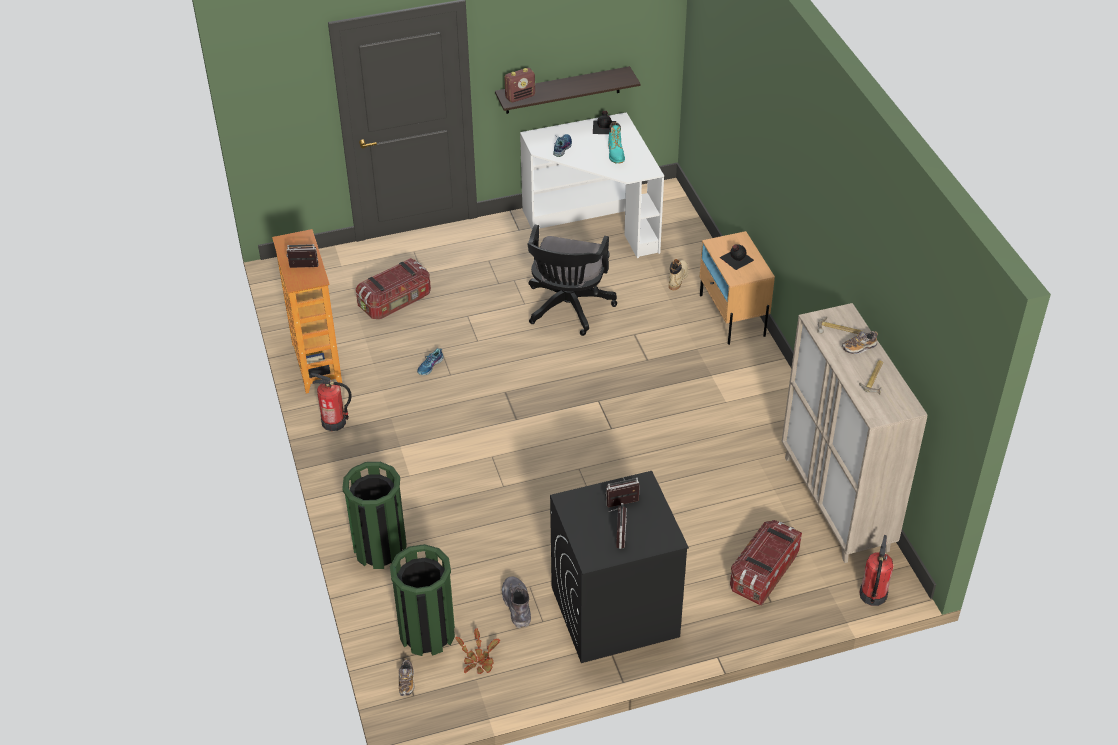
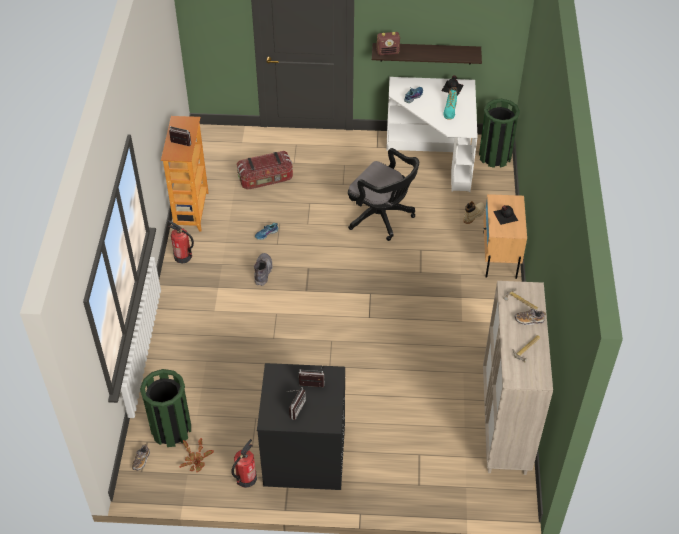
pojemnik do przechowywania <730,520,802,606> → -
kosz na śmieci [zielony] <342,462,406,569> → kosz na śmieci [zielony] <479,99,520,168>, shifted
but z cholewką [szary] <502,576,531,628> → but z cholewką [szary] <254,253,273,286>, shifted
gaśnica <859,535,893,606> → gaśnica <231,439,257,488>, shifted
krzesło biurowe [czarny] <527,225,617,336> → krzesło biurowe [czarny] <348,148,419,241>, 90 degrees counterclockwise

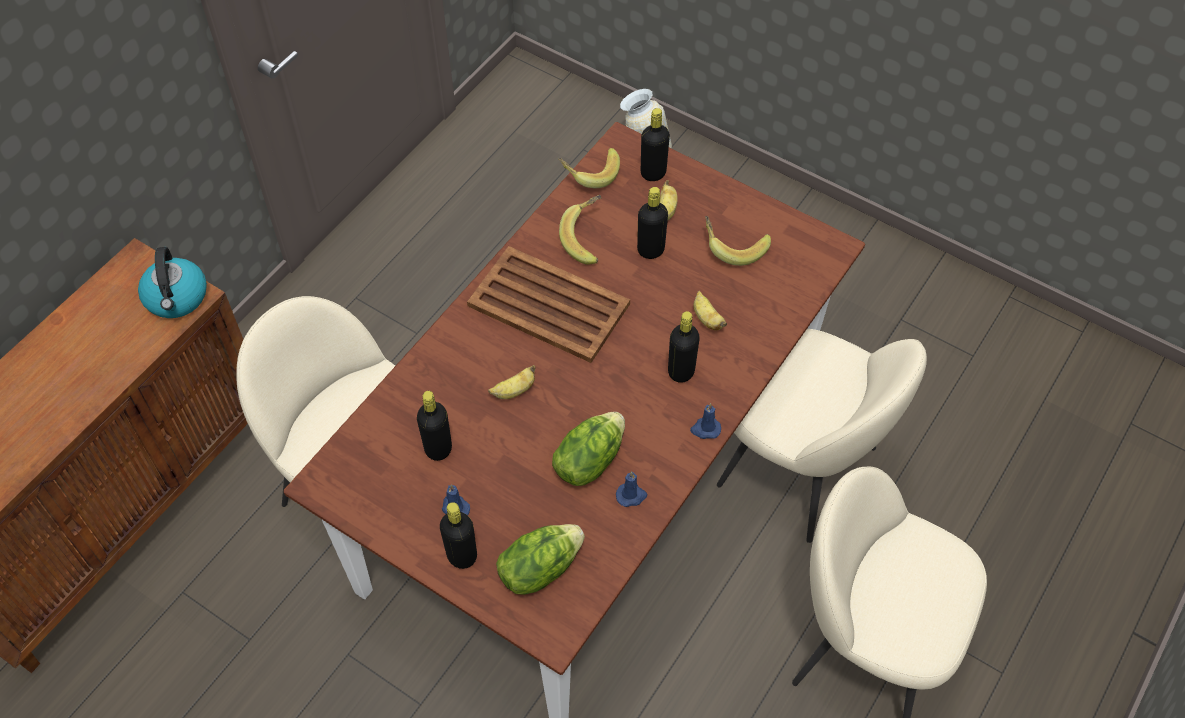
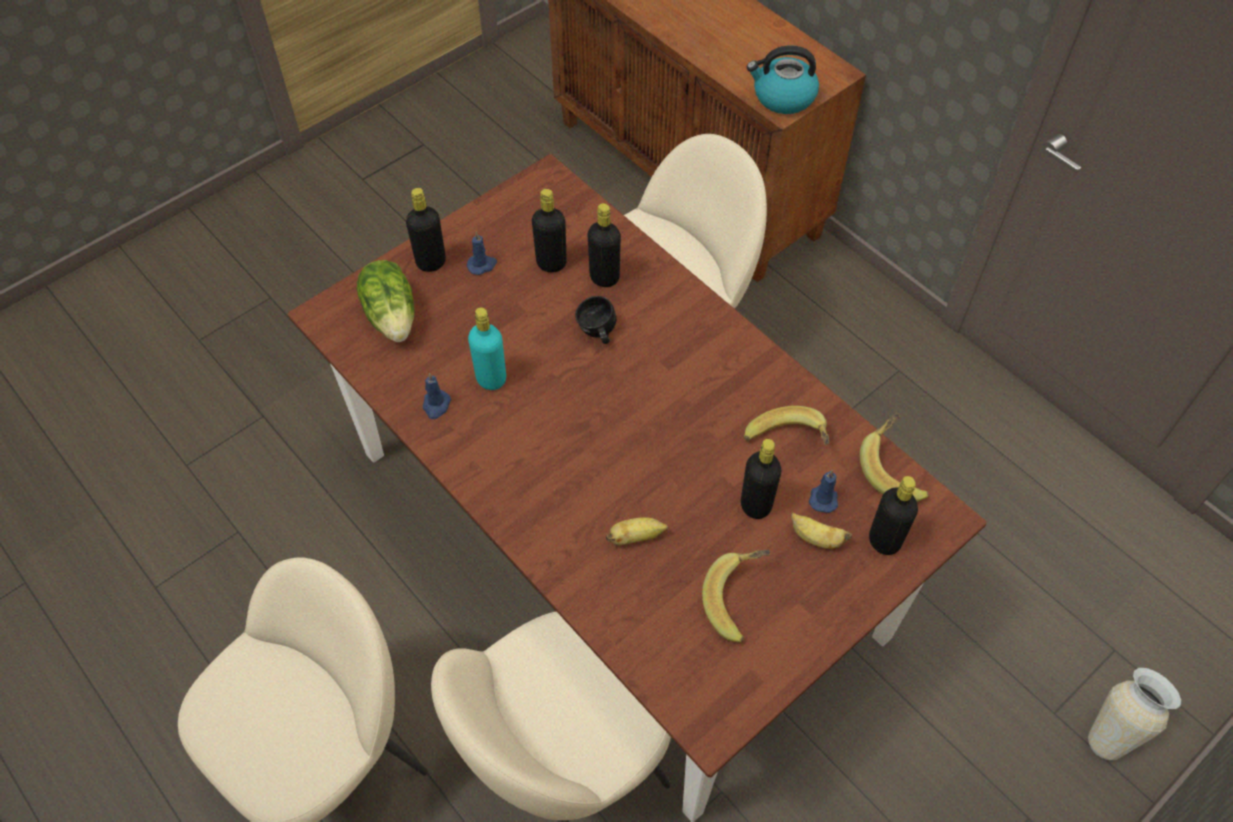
taca [brązowy] <467,246,630,363> → -
butelka [czarny] <668,311,700,383> → butelka [czarny] <588,203,621,287>, shifted
świeca [niebieski] <690,403,721,439> → świeca [niebieski] <809,470,838,513>, shifted
banan <488,365,536,399> → kubek [czarny] <575,296,617,344>
sałata <552,412,625,486> → butelka [turkusowy] <468,307,506,390>

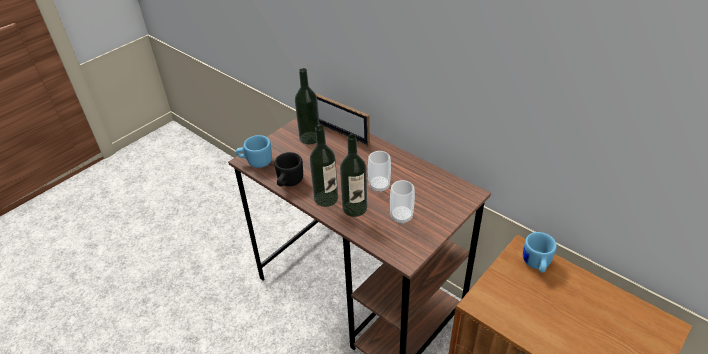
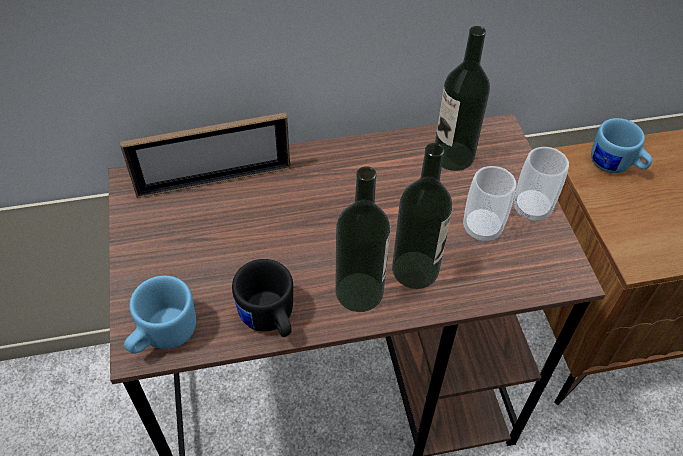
butelka <295,68,320,144> → butelka <435,26,490,171>, shifted
filiżanka <368,151,391,193> → filiżanka <513,147,569,223>, shifted

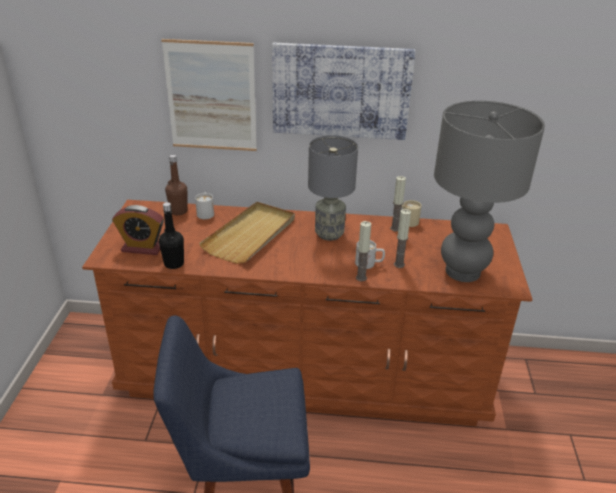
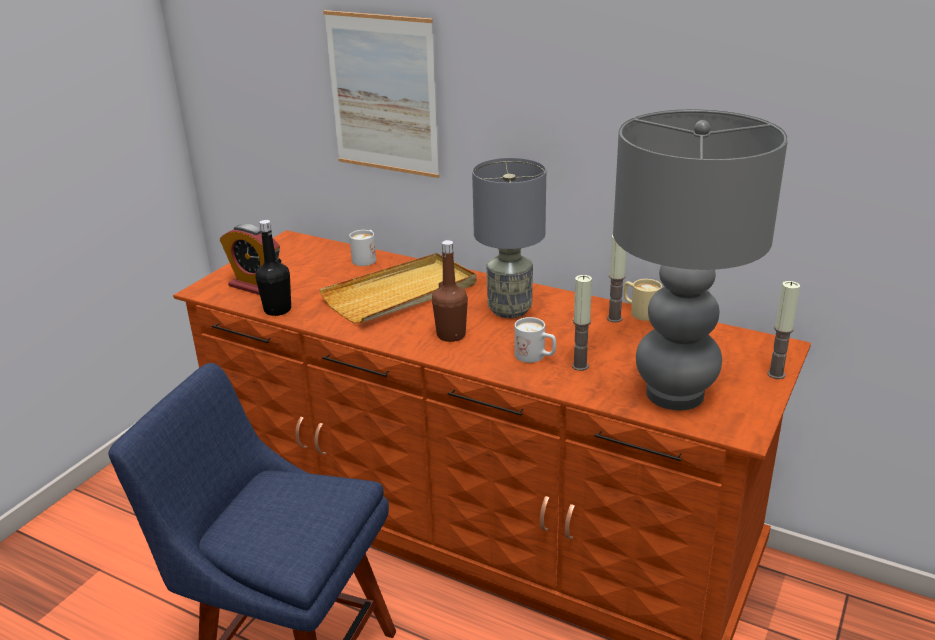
obraz <272,42,415,140> → -
butelka [brązowy] <165,155,188,215> → butelka [brązowy] <432,240,468,342>, shifted
świeca <356,221,371,281> → świeca <767,281,800,379>, shifted

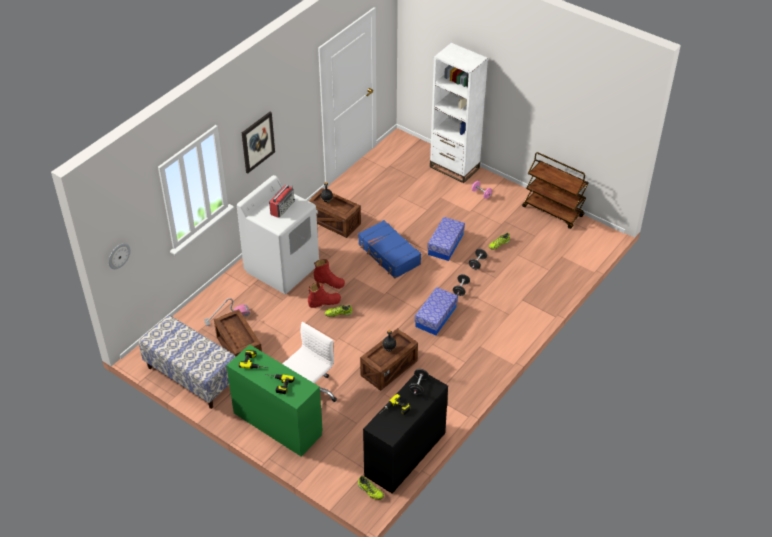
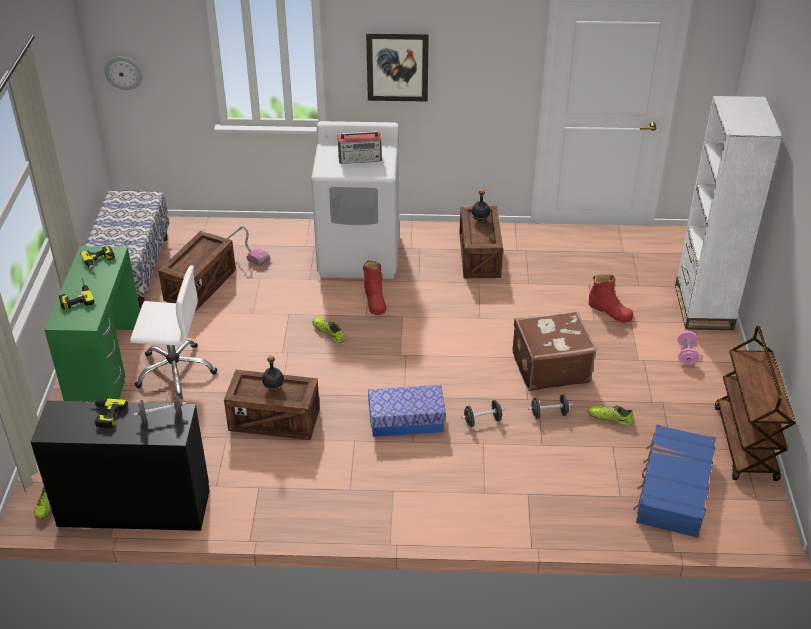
but z cholewką [czerwony] <308,282,341,308> → but z cholewką [czerwony] <589,275,633,323>, shifted
walizka [niebieski] <358,220,421,278> → walizka [niebieski] <633,425,716,538>, shifted
pojemnik do przechowywania <427,217,465,261> → walizka [brązowy] <513,310,597,391>

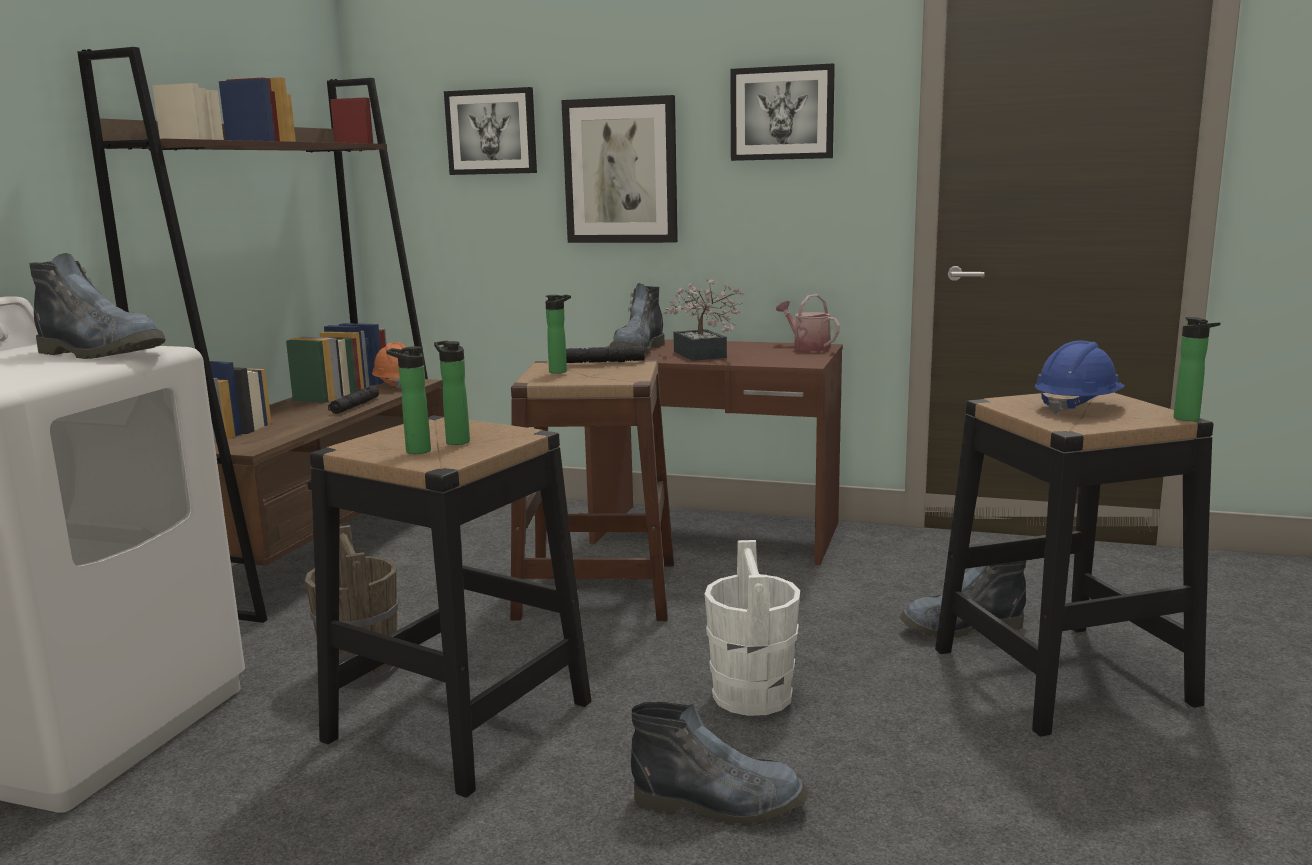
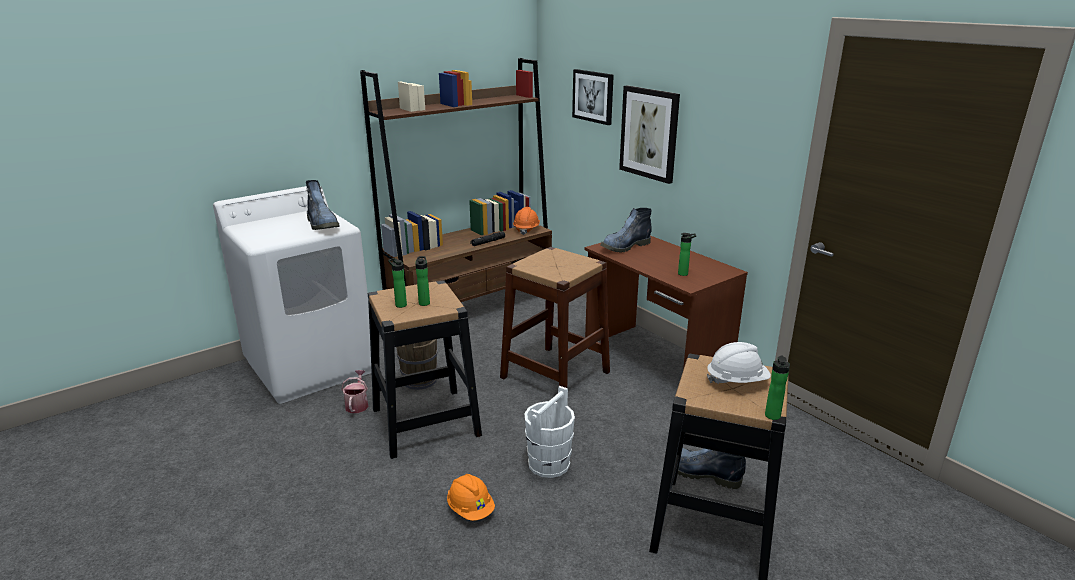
latarka [czarny] <566,346,644,363> → -
roślina doniczkowa <664,279,744,361> → -
obraz <730,63,835,161> → -
butelka <545,295,571,373> → butelka <678,233,696,276>, shifted
konewka <776,294,840,351> → konewka <341,370,369,413>, shifted
but z cholewką <631,702,808,826> → kask [pomarańczowy] <447,474,495,521>
kask [niebieski] <1035,340,1125,415> → kask [biały] <707,342,771,384>

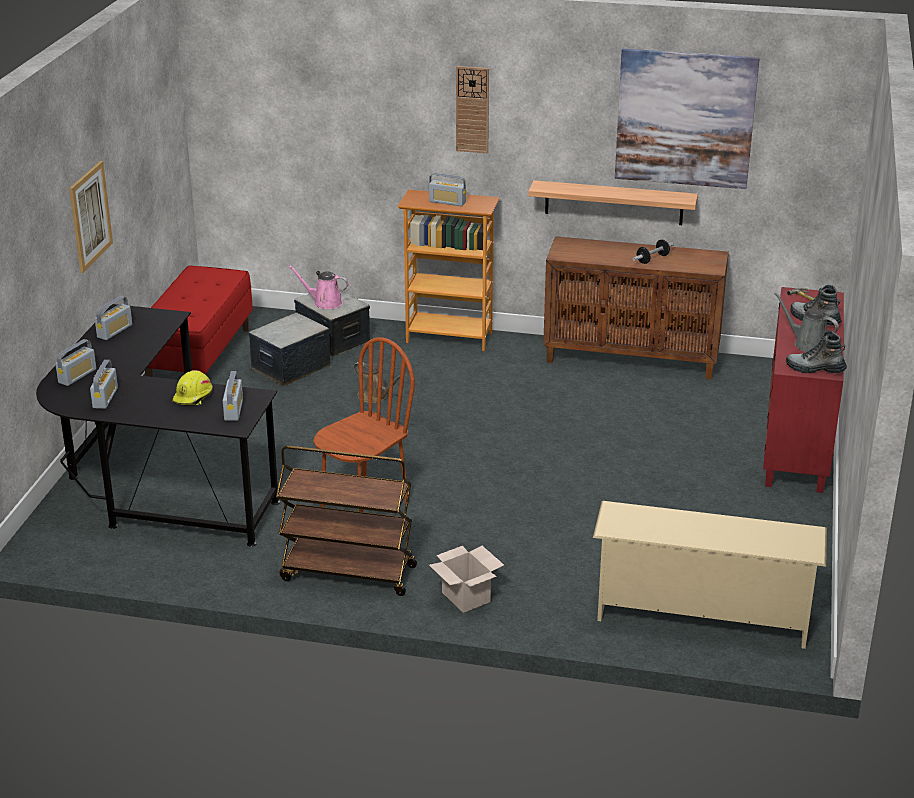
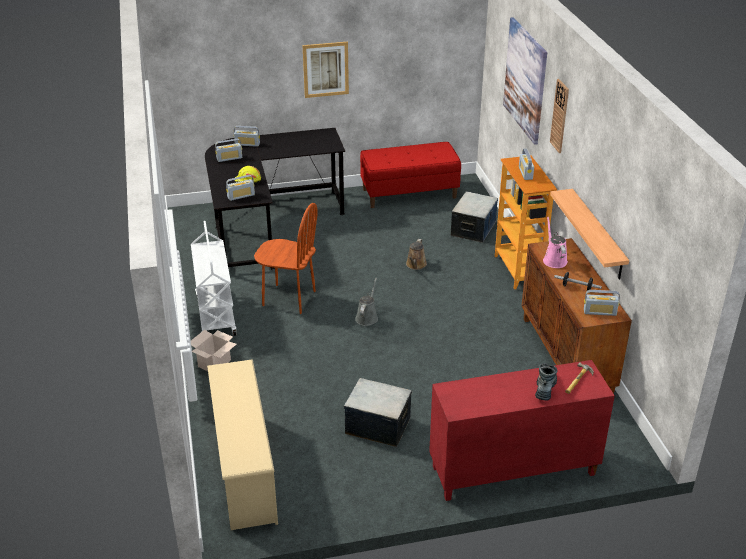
but z cholewką <786,331,847,373> → -
radio <95,296,132,340> → radio <584,290,620,316>, shifted
pojemnik do przechowywania <248,312,330,386> → pojemnik do przechowywania <344,378,412,447>, shifted
konewka [różowy] <288,265,349,309> → konewka [różowy] <543,217,568,268>, shifted
obraz <615,49,760,189> → obraz <503,17,547,145>, shifted
konewka [szary] <774,292,839,352> → konewka [szary] <355,278,378,326>, shifted
wózek [brązowy] <276,445,417,596> → wózek [biały] <191,221,237,336>

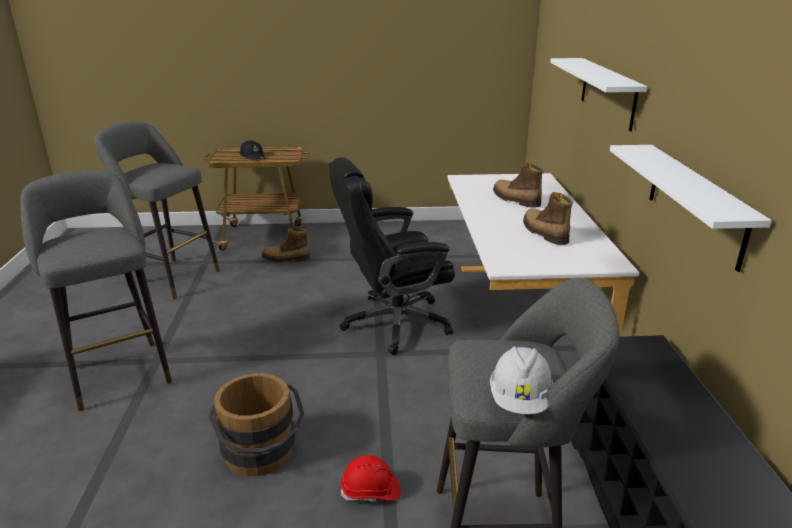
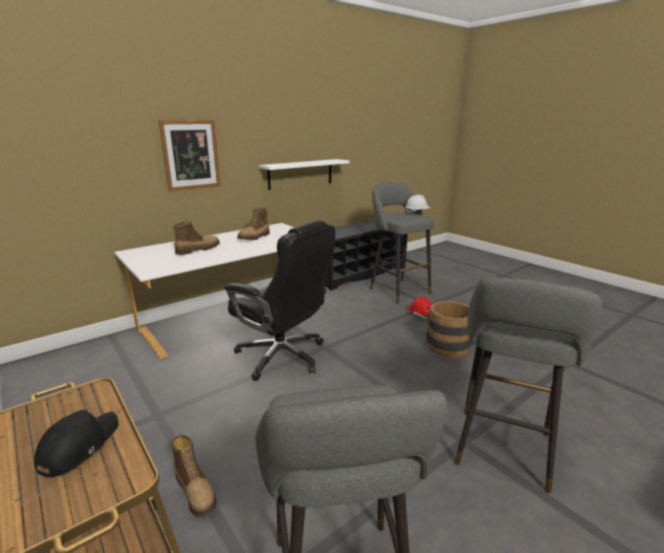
półka [biały] <550,58,647,131> → obraz <159,120,221,191>
but z cholewką <493,162,543,208> → but z cholewką <173,220,220,255>, 150 degrees counterclockwise

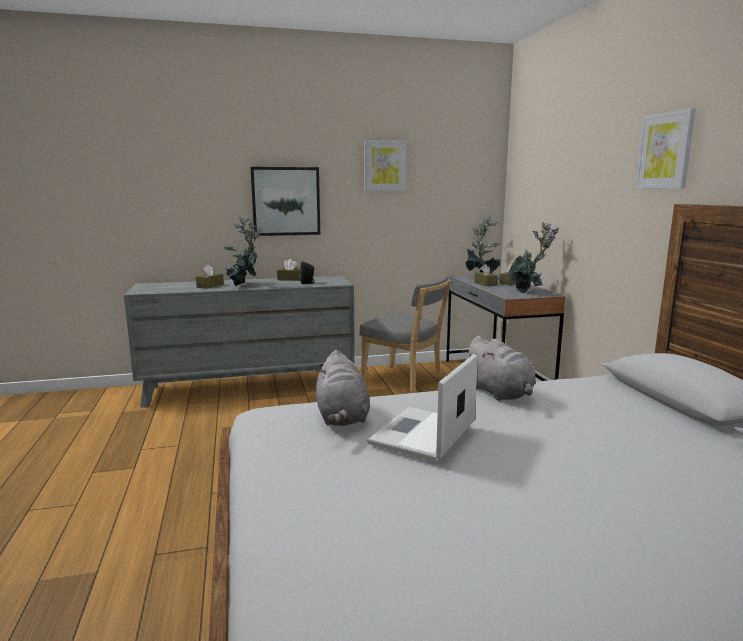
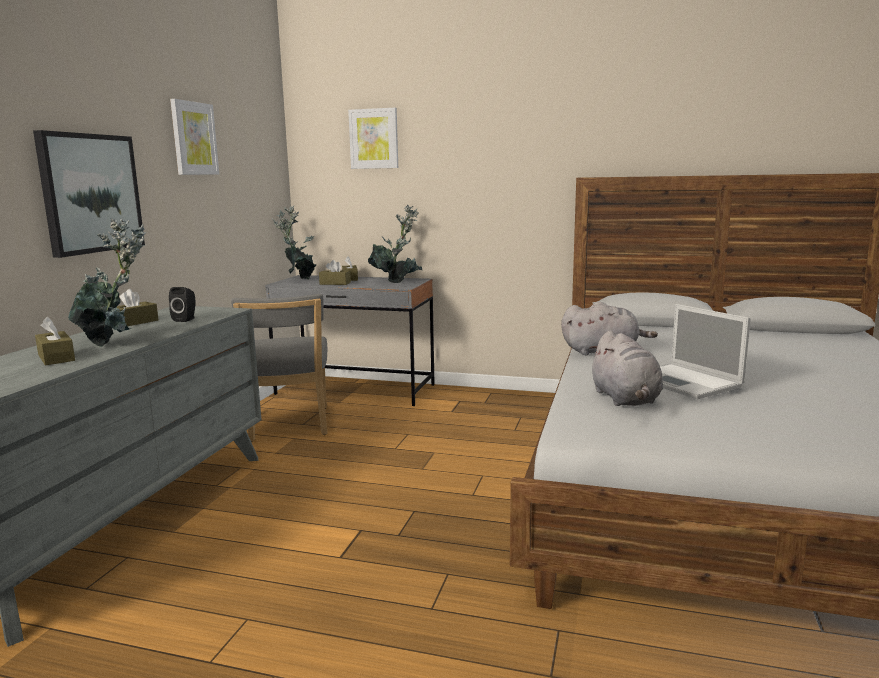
obraz <635,108,696,189> → obraz <348,108,398,169>, shifted
pluszak [szary] <316,350,370,426> → pluszak [szary] <589,330,663,406>, 60 degrees clockwise
krzesło [szary] <359,276,451,393> → krzesło [szary] <231,294,328,441>, 105 degrees clockwise

